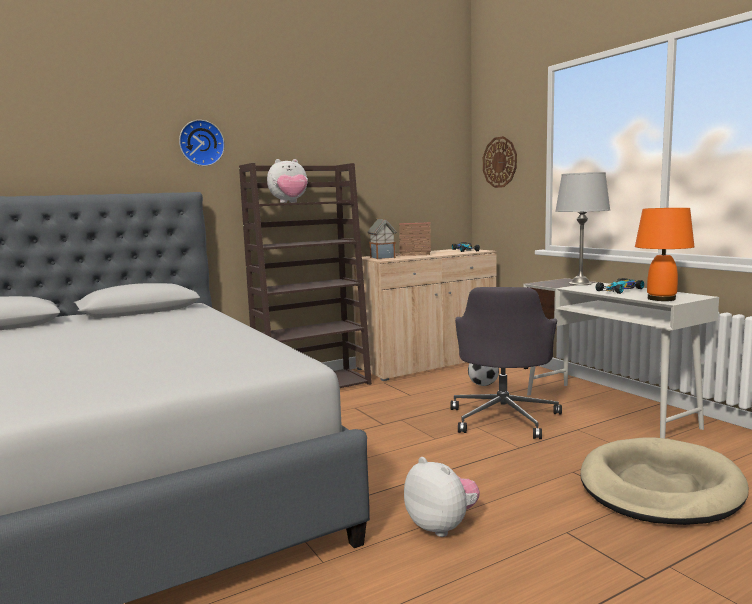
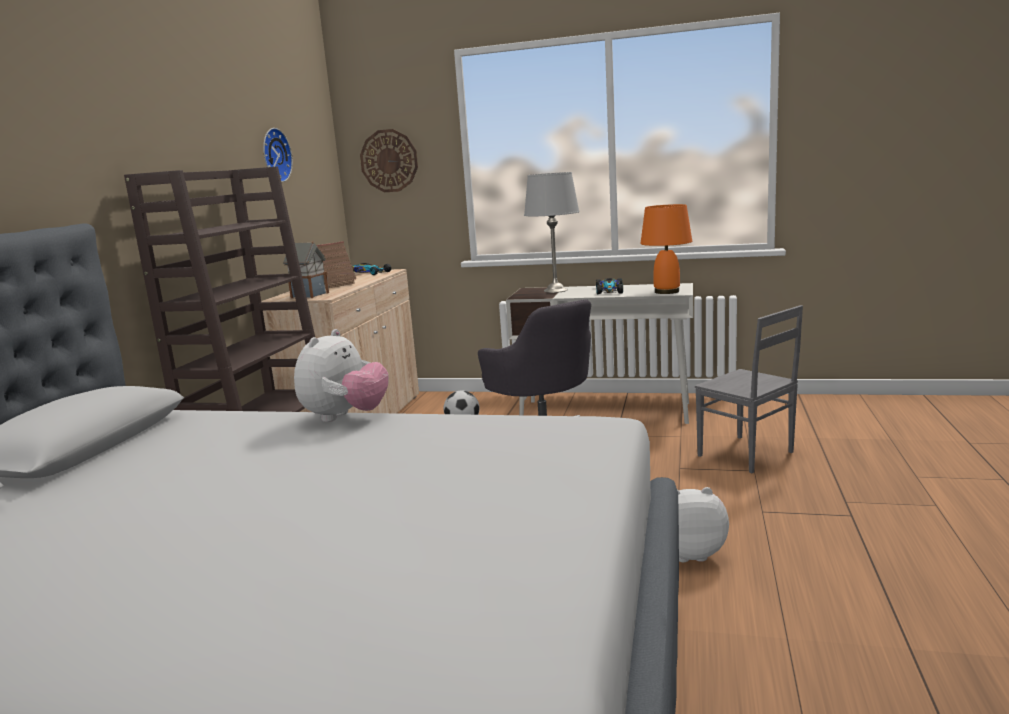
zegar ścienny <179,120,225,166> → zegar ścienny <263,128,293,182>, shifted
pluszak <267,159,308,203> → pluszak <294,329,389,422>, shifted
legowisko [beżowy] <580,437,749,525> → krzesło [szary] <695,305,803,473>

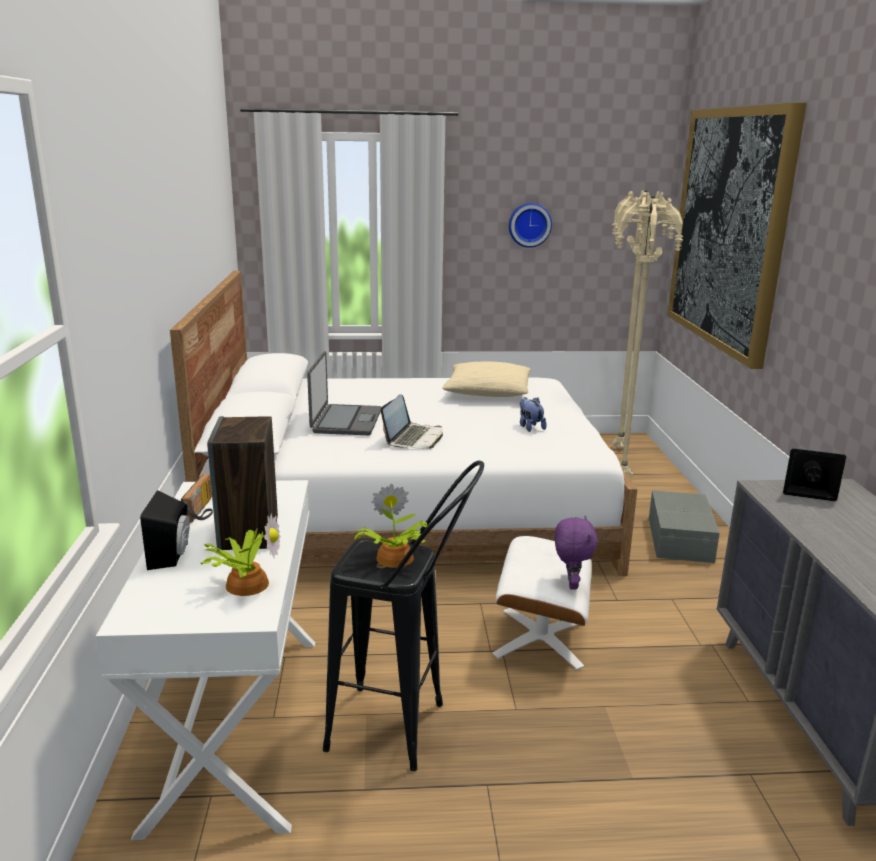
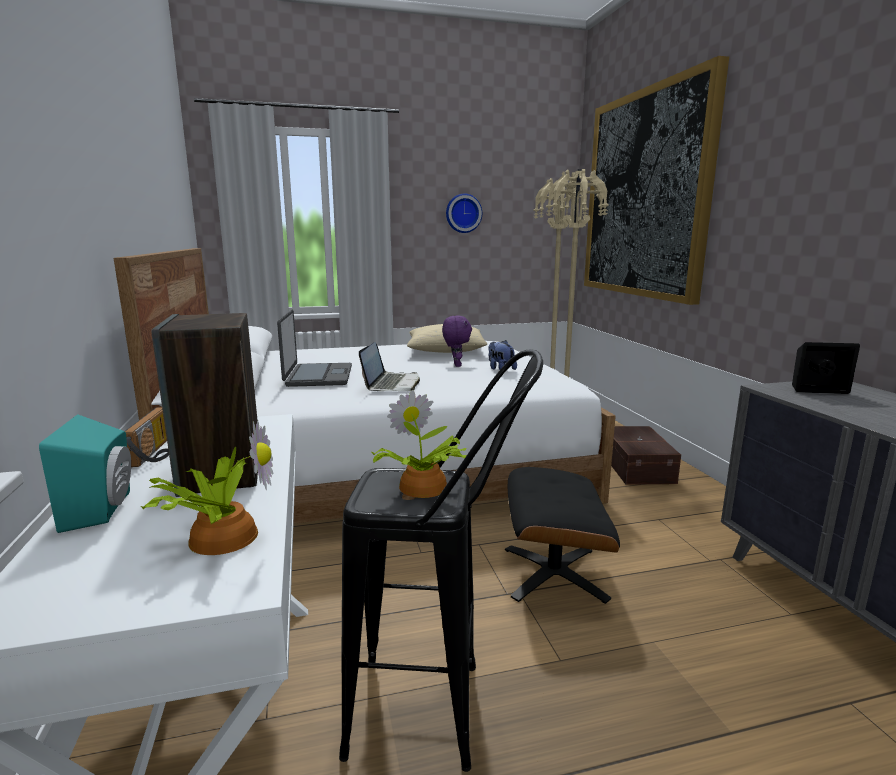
pluszak [fioletowy] <554,515,598,590> → pluszak [fioletowy] <442,315,472,367>, shifted
głośnik [czarny] <140,490,190,570> → głośnik [turkusowy] <39,414,131,533>
pufa [biały] <493,536,592,670> → pufa [czarny] <505,467,620,604>
pojemnik do przechowywania [szary] <649,490,720,563> → pojemnik do przechowywania [brązowy] <611,426,681,485>

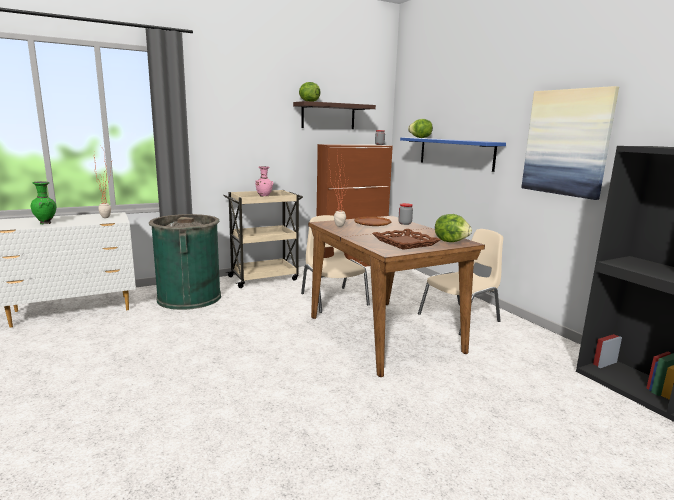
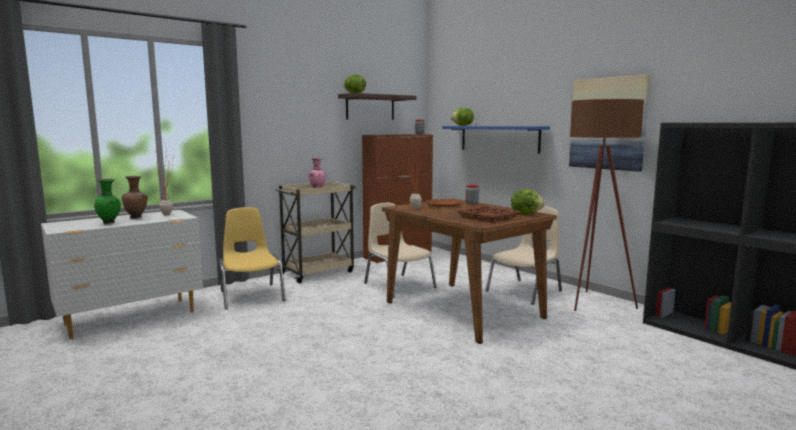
- → wazon [brązowy] <122,176,148,219>
- → lampa stojąca [brązowy] <570,99,644,311>
kosz na śmieci [zielony] <149,214,221,310> → krzesło [żółty] <219,207,286,309>

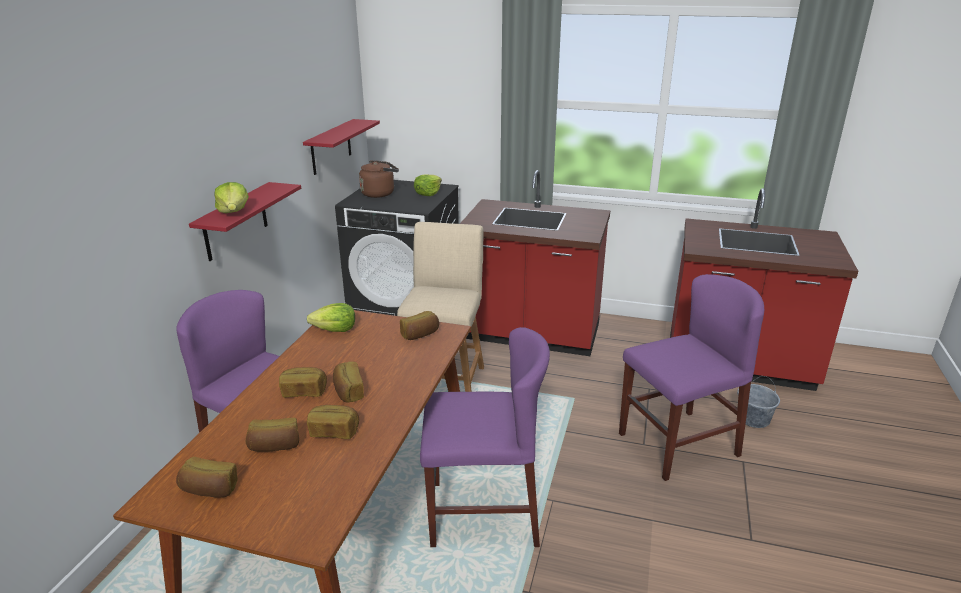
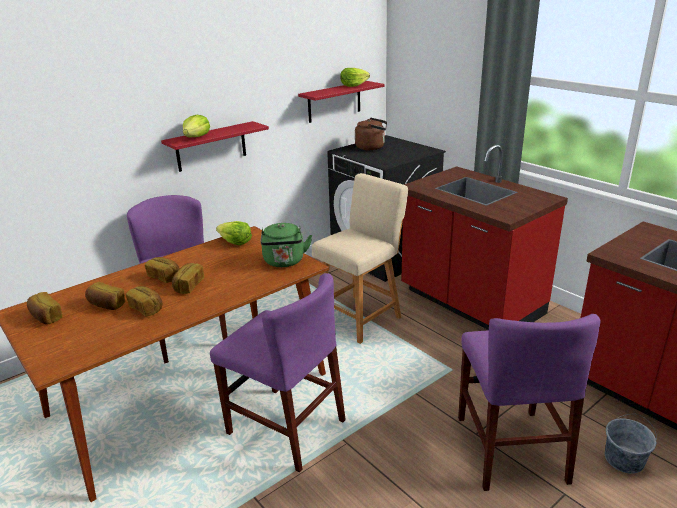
sałata <414,174,442,196> → sałata <340,68,370,87>, shifted
chleb <400,311,439,340> → czajnik [zielony] <261,223,312,267>
krzesło [fioletowy] <619,274,764,481> → krzesło [fioletowy] <458,314,600,491>, 75 degrees clockwise

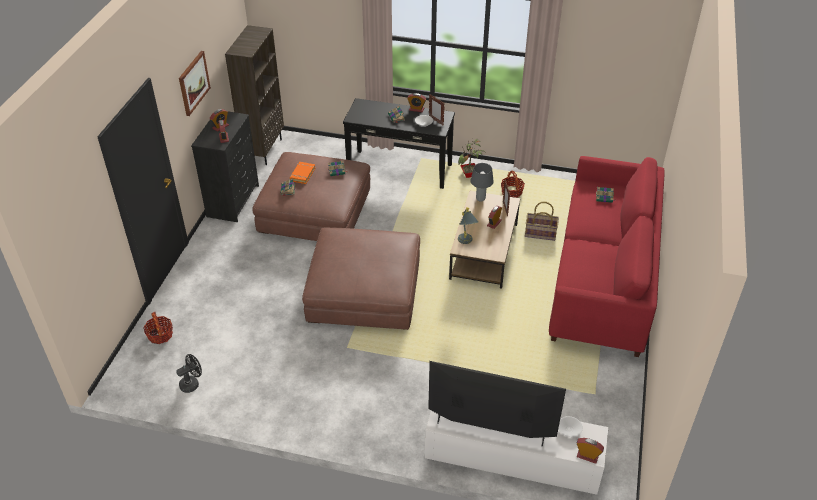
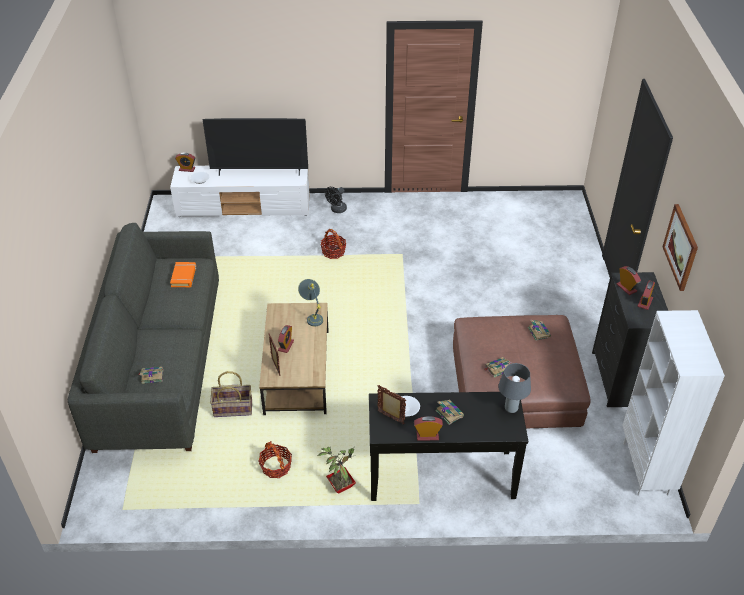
pufa [brązowy] <302,227,420,330> → -
koszyk <143,312,173,344> → koszyk <320,229,346,259>, shifted
wentylator [czarny] <176,354,202,393> → wentylator [czarny] <325,187,347,213>, shifted
książka [pomarańczowy] <290,162,315,184> → książka [pomarańczowy] <170,262,196,287>, shifted
lampa stołowa [szary] <470,163,494,202> → lampa stołowa [szary] <498,363,531,413>, shifted
regał [brązowy] <225,25,284,165> → regał [biały] <622,310,725,496>
kanapa [czerwony] <549,156,665,357> → kanapa [szary] <68,223,219,453>

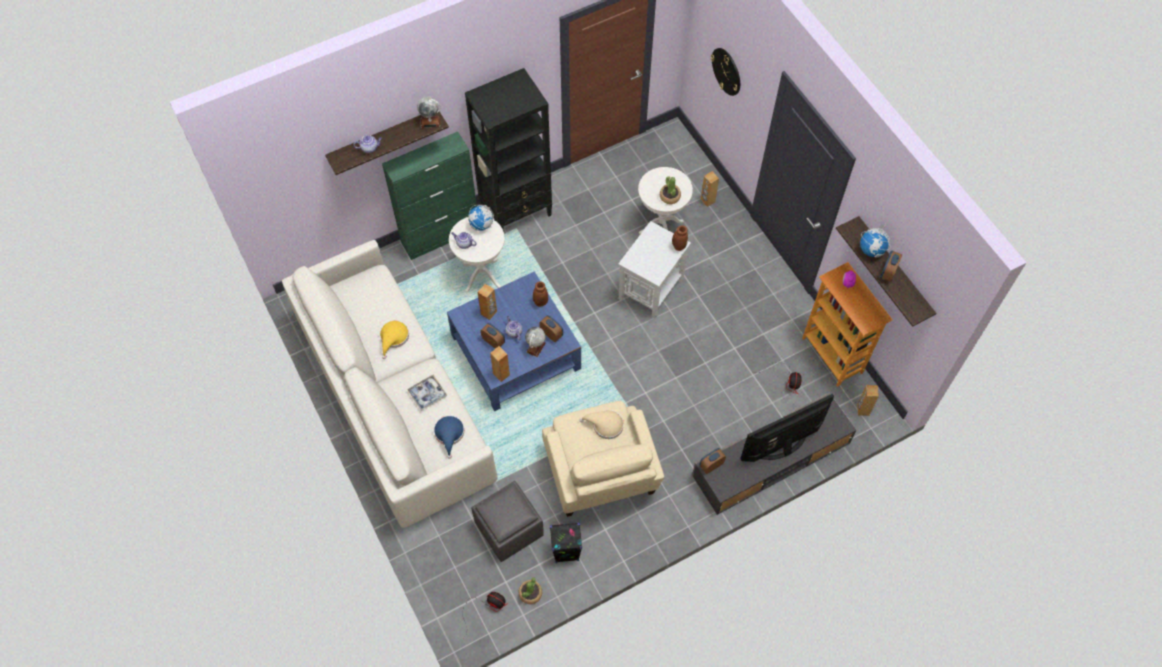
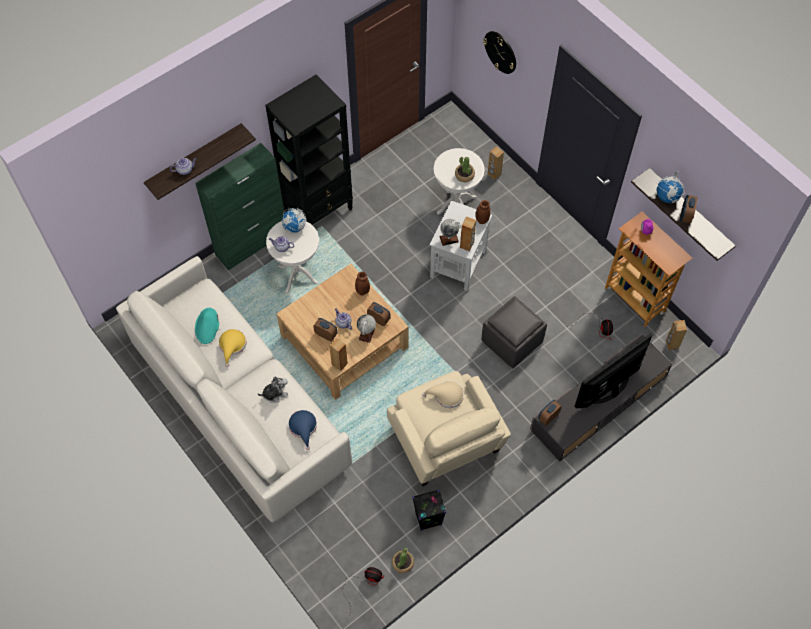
- → kapelusz [turkusowy] <195,308,219,344>
globus <417,97,440,128> → globus <439,219,461,246>, shifted
pufa [szary] <471,481,544,562> → pufa [szary] <481,296,547,368>, shifted
głośnik [brązowy] <478,284,497,320> → głośnik [brązowy] <460,216,476,252>, shifted
taca <407,375,447,411> → pluszak <258,376,288,403>
ława [niebieski] <447,271,581,411> → ława [beżowy] <277,264,409,400>

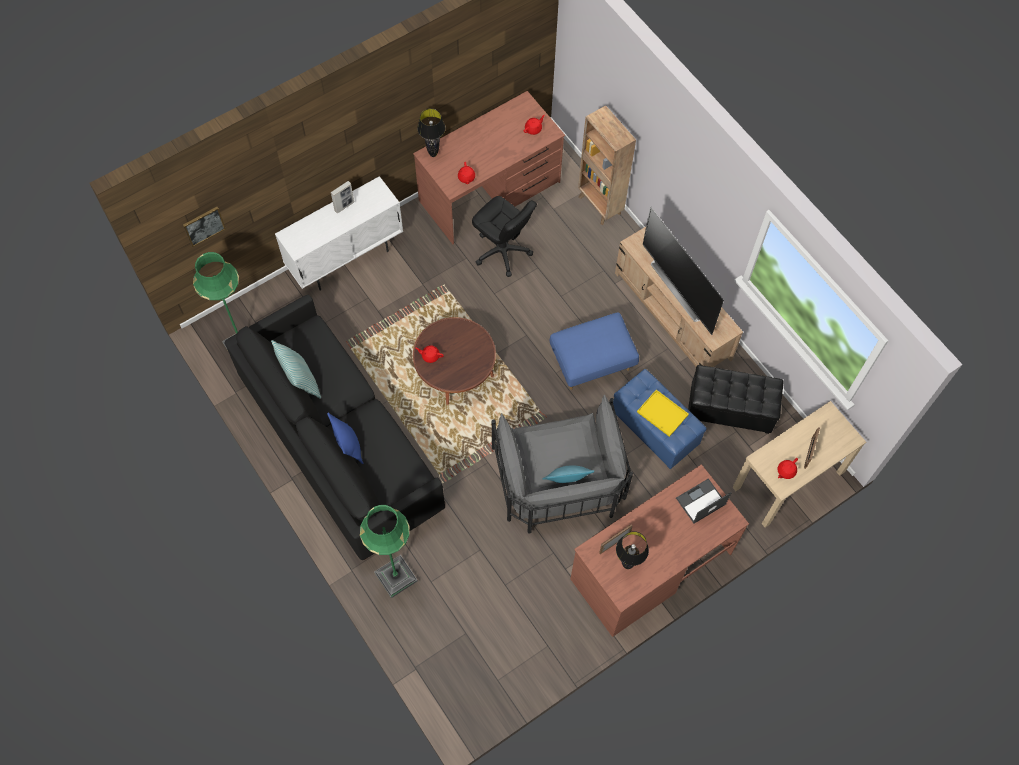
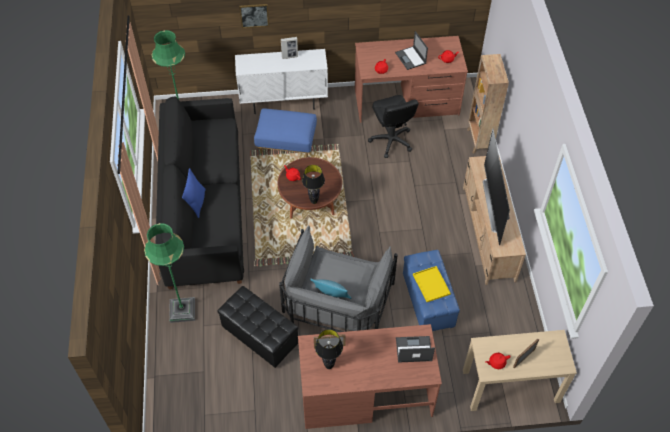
poduszka <271,340,321,399> → -
- → laptop <395,31,428,70>
obraz <183,207,226,247> → obraz <239,4,269,28>, shifted
lampa stołowa [czarny] <417,109,445,157> → lampa stołowa [czarny] <302,165,325,204>, shifted
pufa [niebieski] <550,312,639,390> → pufa [niebieski] <254,108,317,157>, shifted
pufa [czarny] <688,365,784,434> → pufa [czarny] <218,286,298,368>, shifted

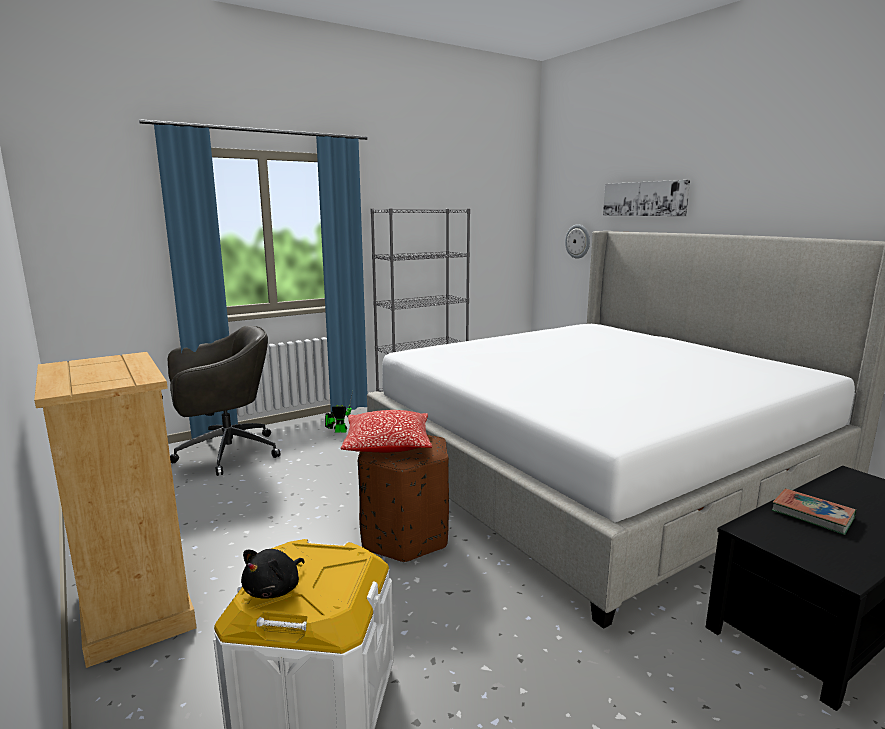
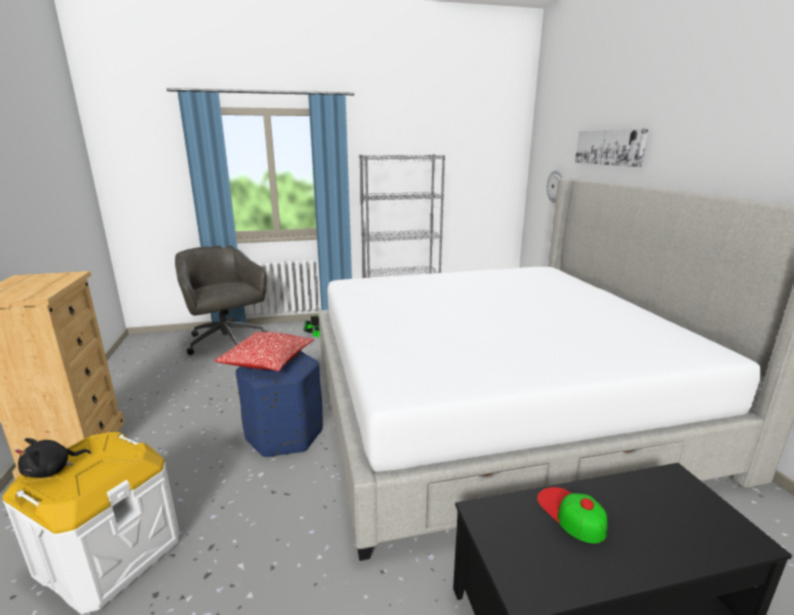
książka <772,488,856,535> → czapka z daszkiem <537,487,607,543>
pufa [brązowy] <358,435,449,563> → pufa [niebieski] <236,351,323,458>
krzesło biurowe [szary] <168,326,281,476> → krzesło biurowe [szary] <175,246,267,355>, 120 degrees counterclockwise

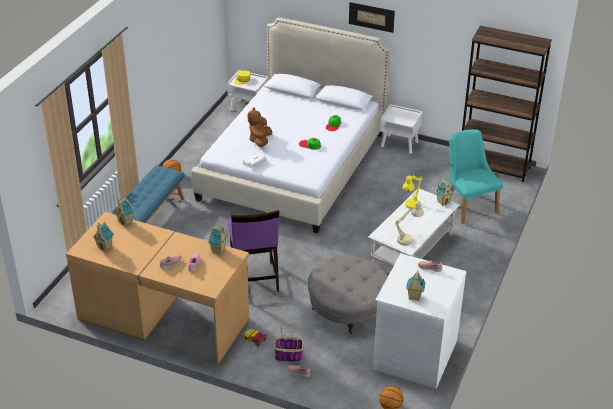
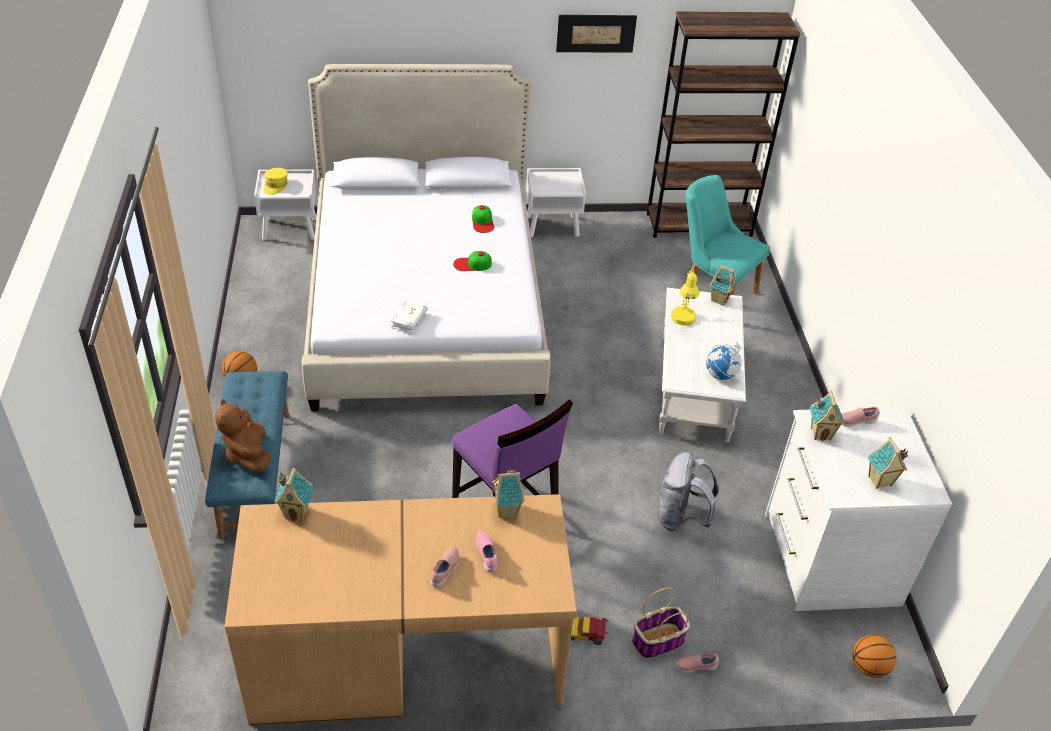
domek <93,222,114,251> → domek <810,391,845,441>, shifted
pluszak [brązowy] <247,108,272,147> → pluszak [brązowy] <215,399,271,472>, shifted
obraz <349,2,395,33> → obraz <556,15,637,53>, shifted
pufa [szary] <308,255,388,334> → plecak [szary] <658,452,719,531>
lampa stołowa [beżowy] <395,201,424,246> → globus <706,342,743,380>

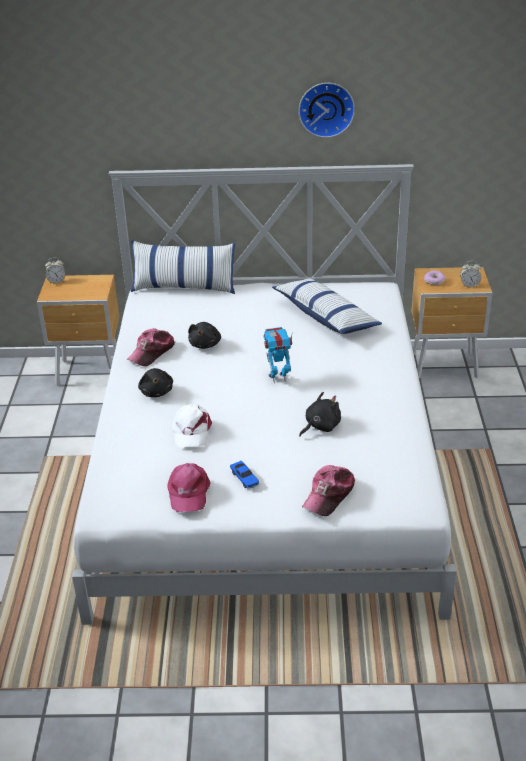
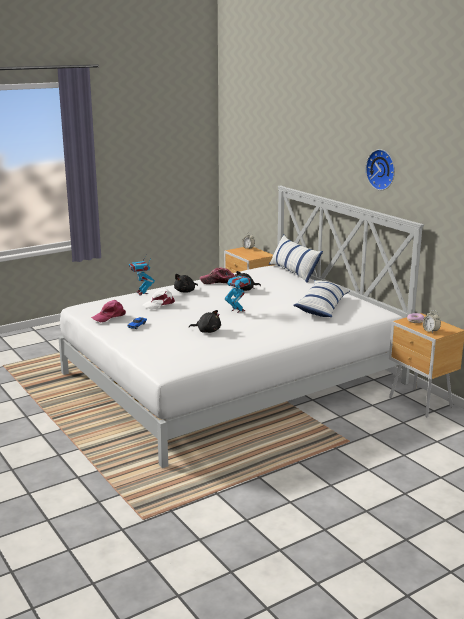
czapka z daszkiem <302,465,355,516> → -
- → robot zabawkowy <129,255,155,296>

